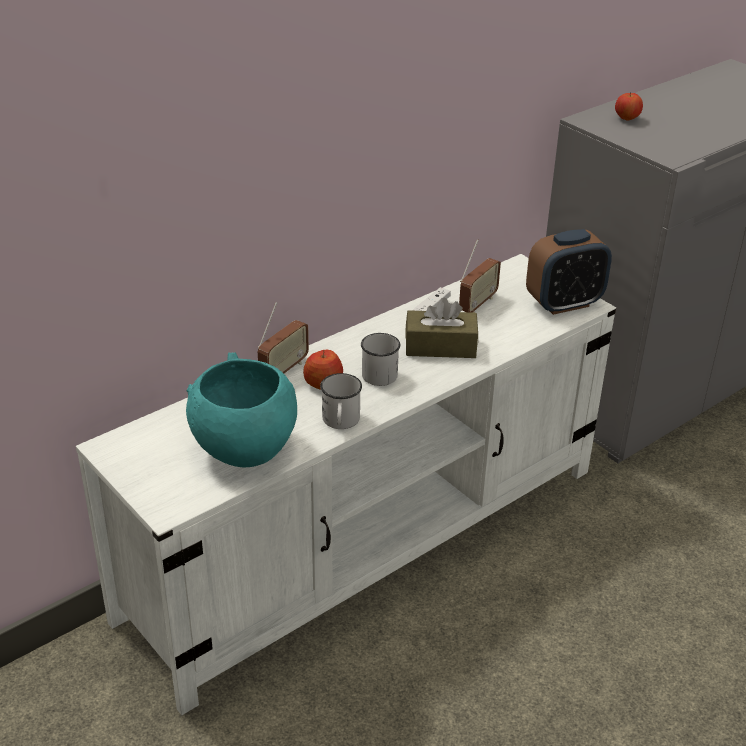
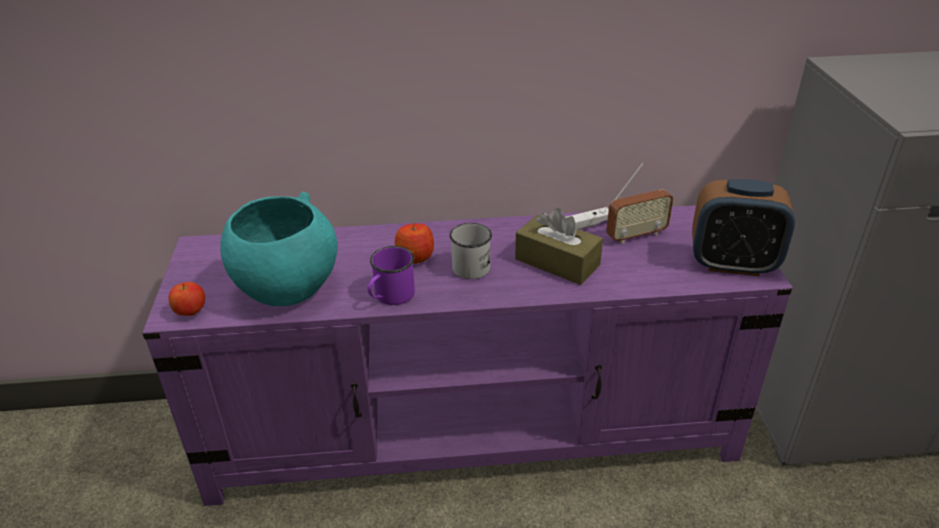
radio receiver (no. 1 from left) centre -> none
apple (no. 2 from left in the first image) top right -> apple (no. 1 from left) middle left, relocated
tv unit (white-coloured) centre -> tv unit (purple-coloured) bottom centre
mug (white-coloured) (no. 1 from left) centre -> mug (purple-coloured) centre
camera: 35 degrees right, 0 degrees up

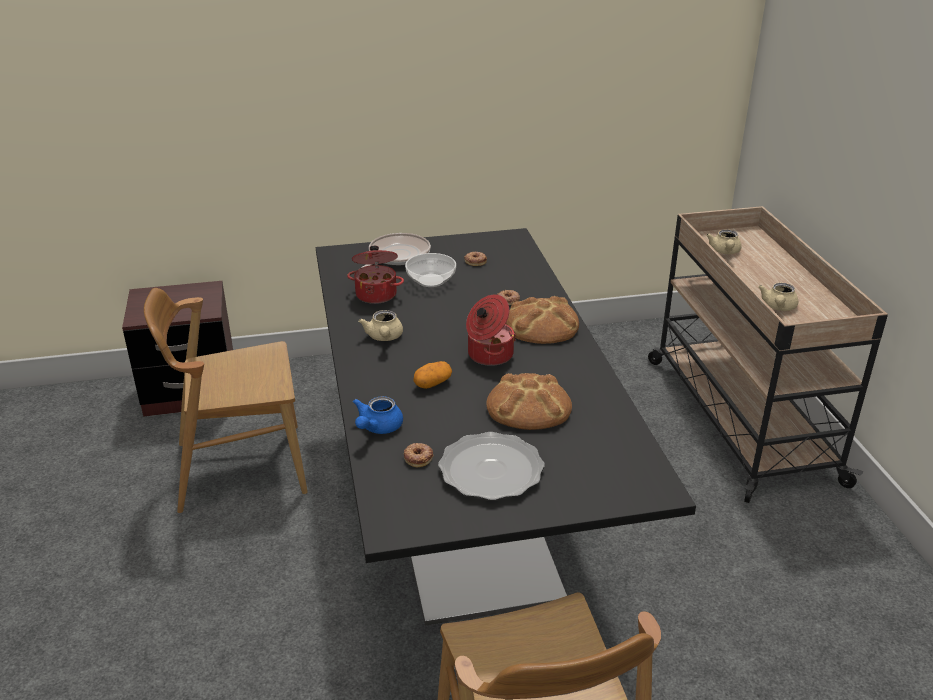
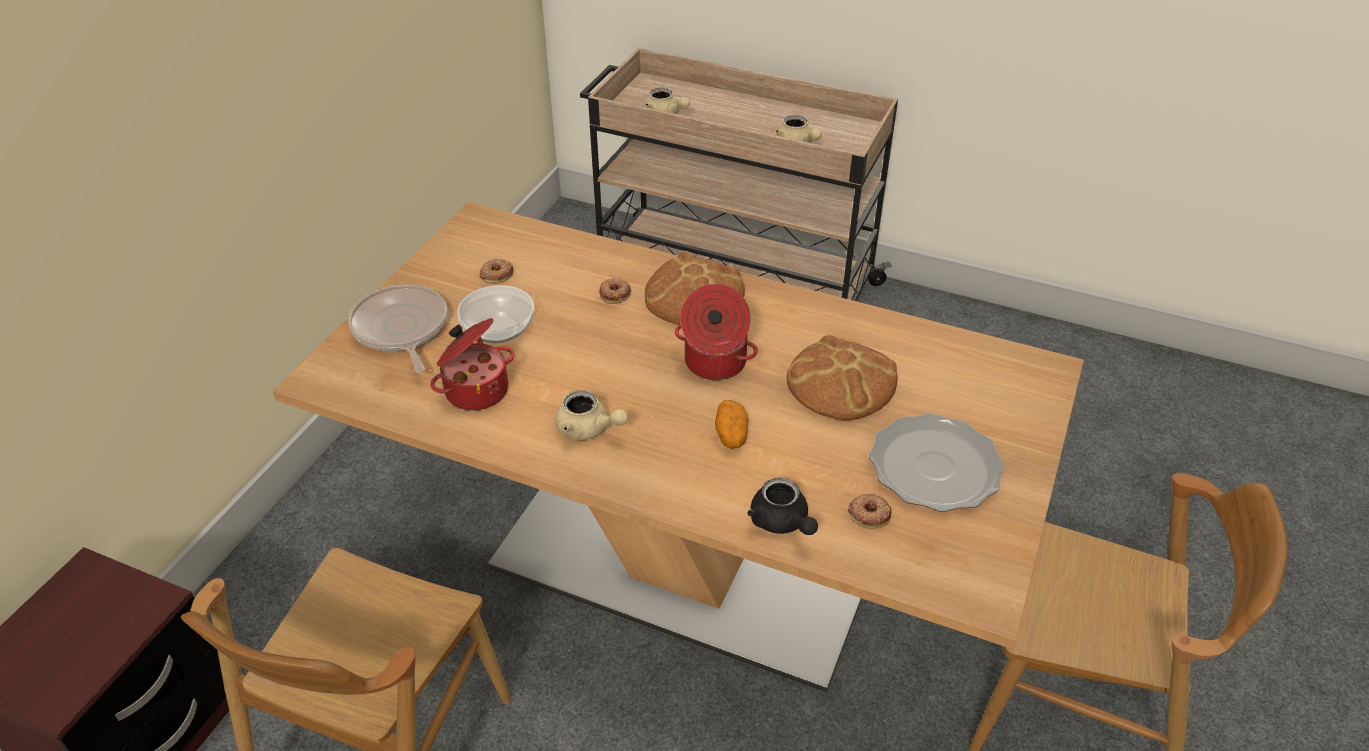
kitchen table (black) centre -> kitchen table (beige-coloured) centre
tea pot (bluish) centre -> tea pot (black) bottom centre
camera: 55 degrees left, 10 degrees up

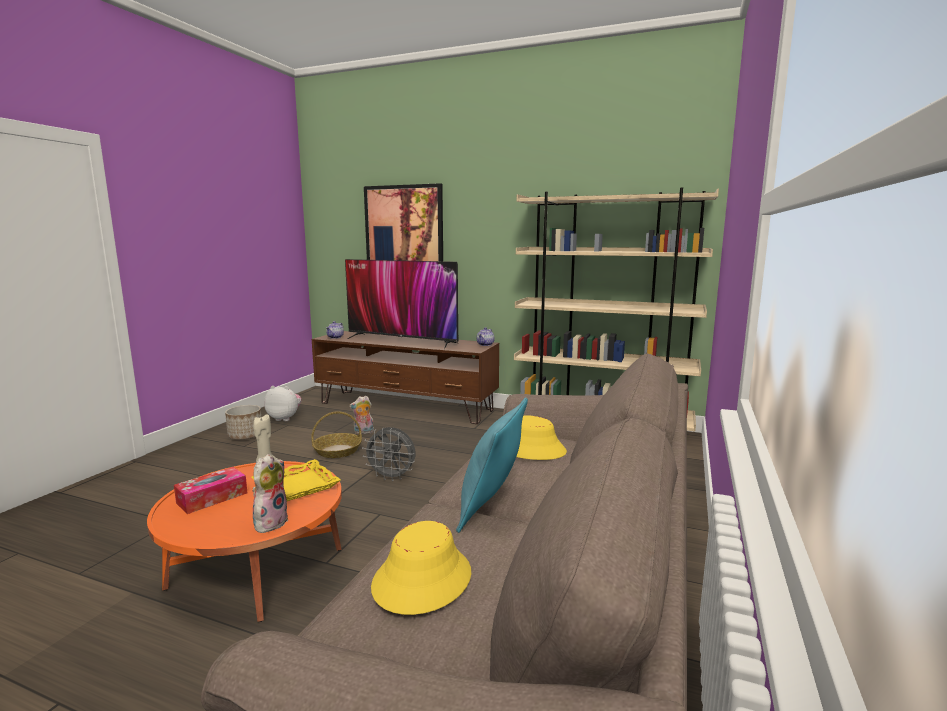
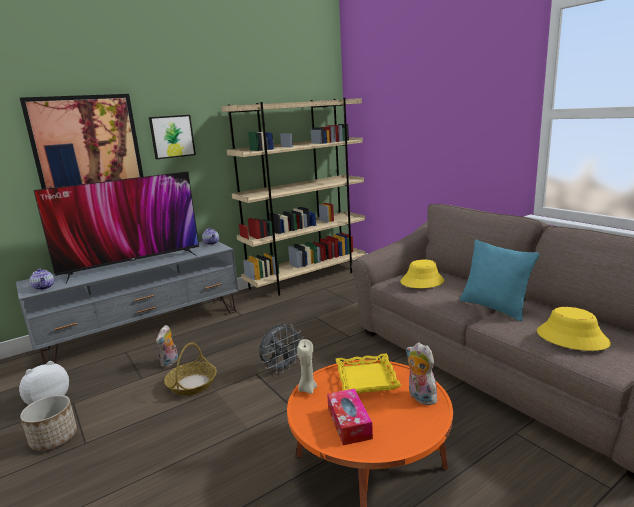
none -> picture (no. 2 from left) top left
tv unit (brownish) centre -> tv unit (grey) middle left
camera: 55 degrees left, 5 degrees up

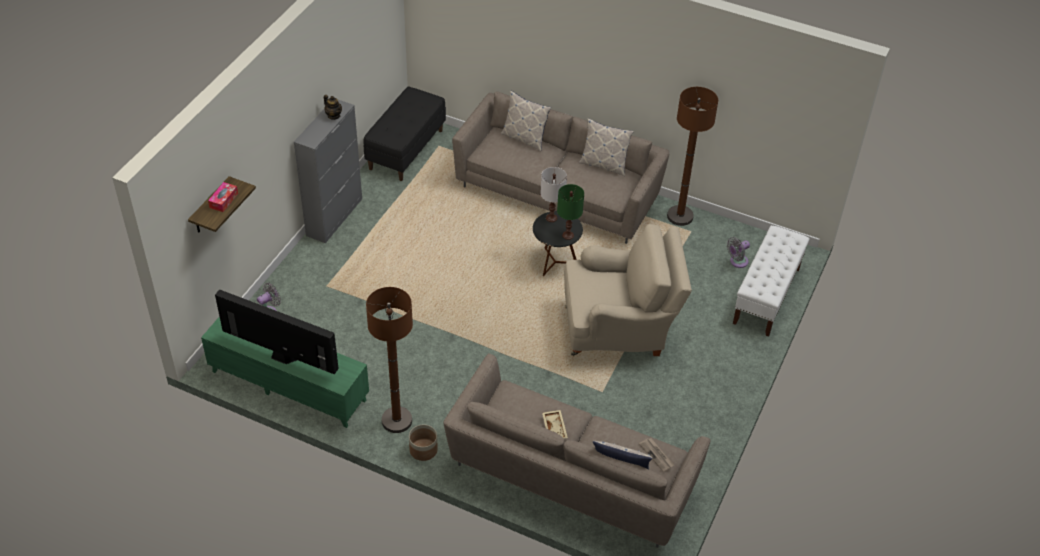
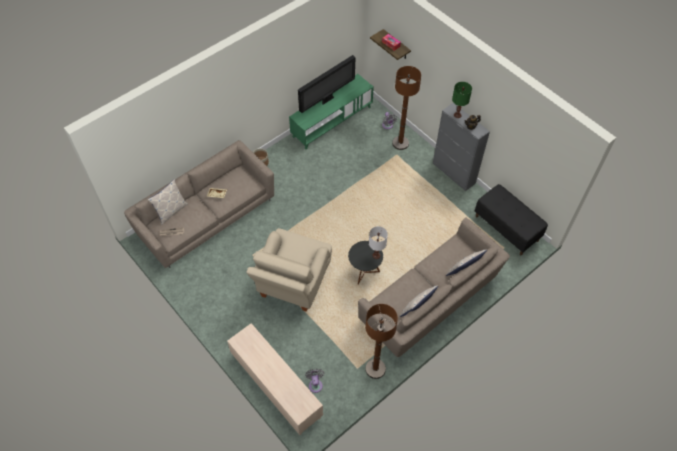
standing lamp (brownish) (no. 1 from left in the first image) centre -> standing lamp (brownish) (no. 2 from left) top centre, relocated
lamp for a table (green-coloured) centre -> lamp for a table (green-coloured) top right, relocated
indoor bench (white-coloured) middle right -> tv unit (beige-coloured) bottom centre
camera: 115 degrees right, 10 degrees up

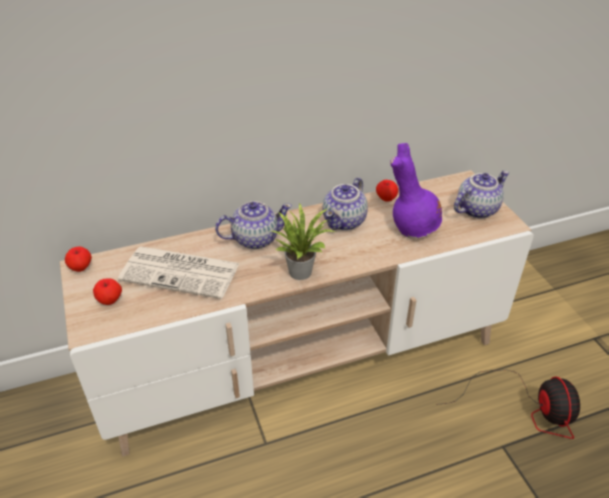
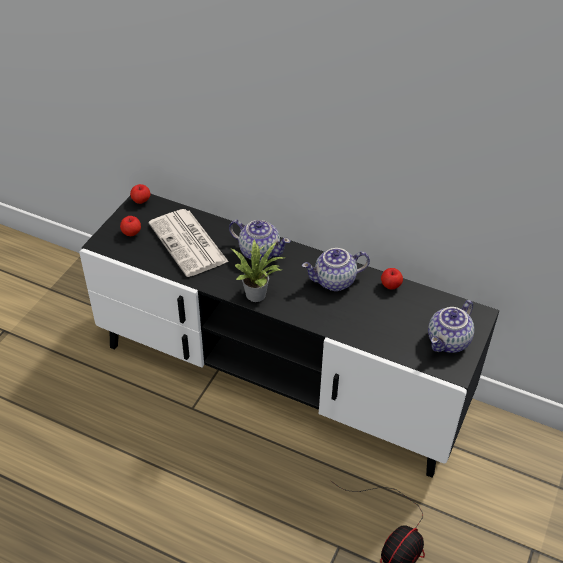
decorative vase (purple-coloured) middle right -> none
tv unit (beige-coloured) centre -> tv unit (black) centre
tea pot (no. 3 from left) middle right, 120 degrees clockwise
camera: 45 degrees right, 5 degrees up

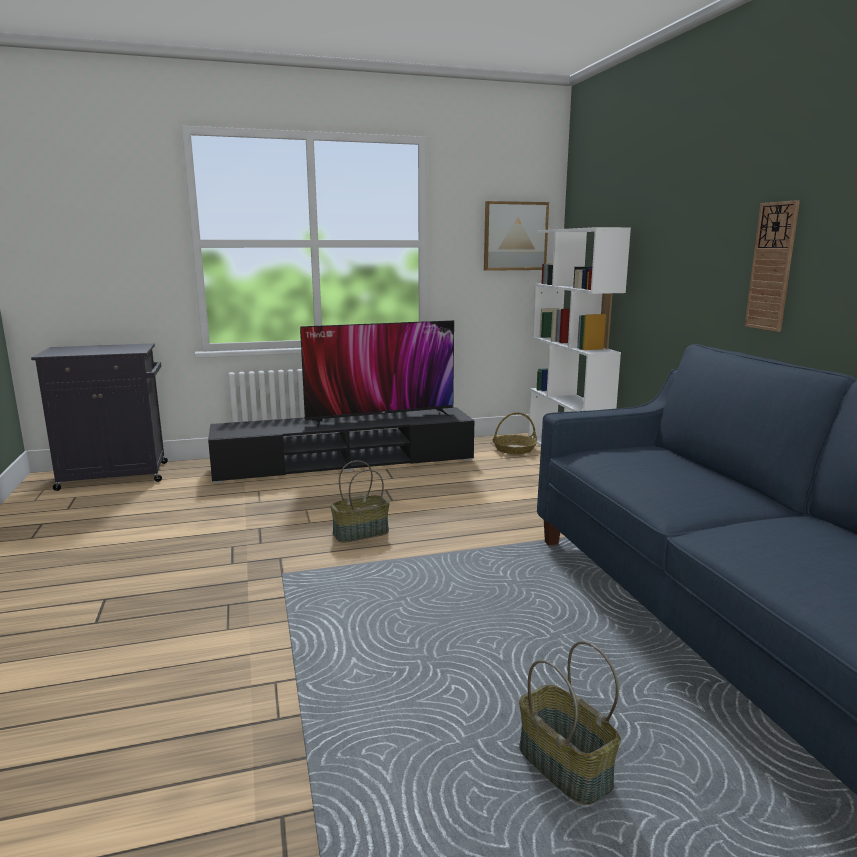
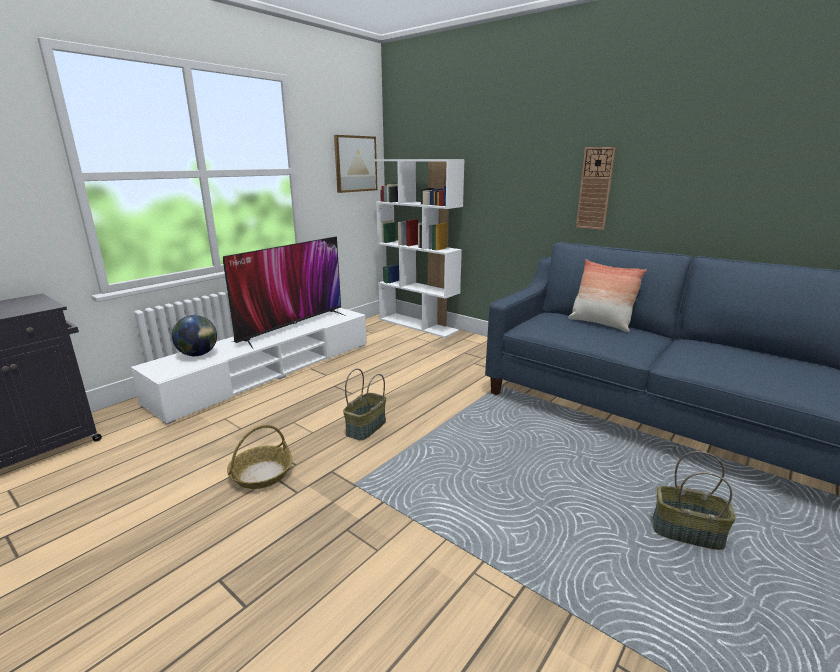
none -> globe middle left
none -> throw pillow middle right
household basket (no. 2 from left in the first image) centre -> household basket (no. 1 from left) bottom left, relocated
tv unit (black) centre -> tv unit (white-coloured) middle left
camera: 35 degrees left, 5 degrees up

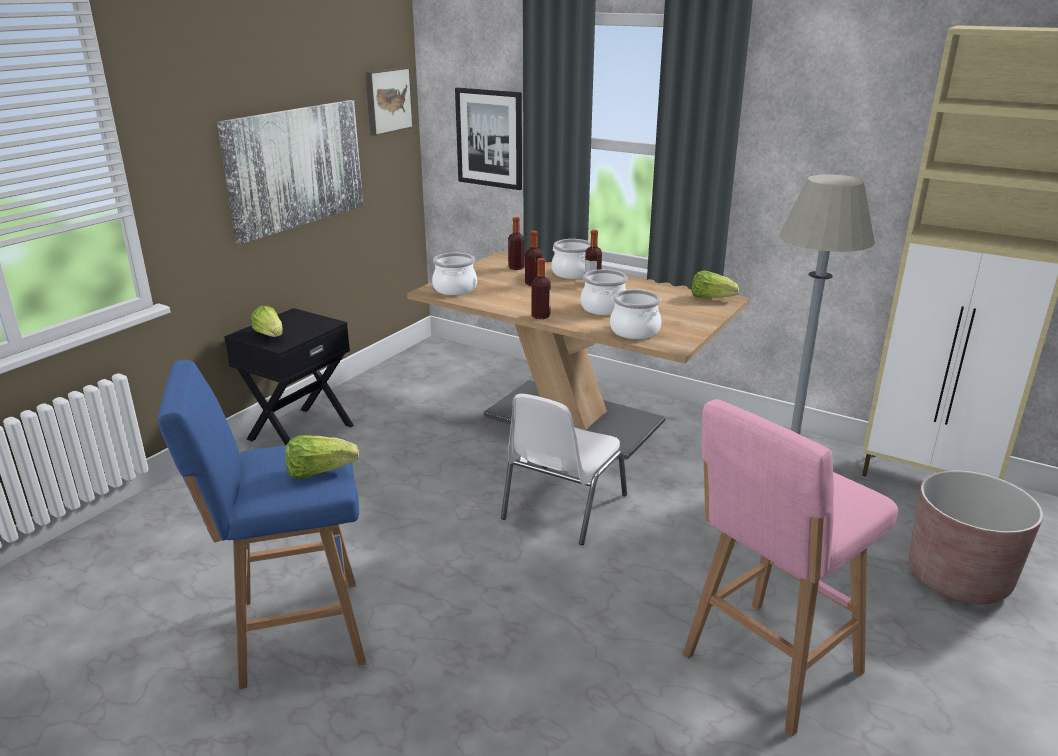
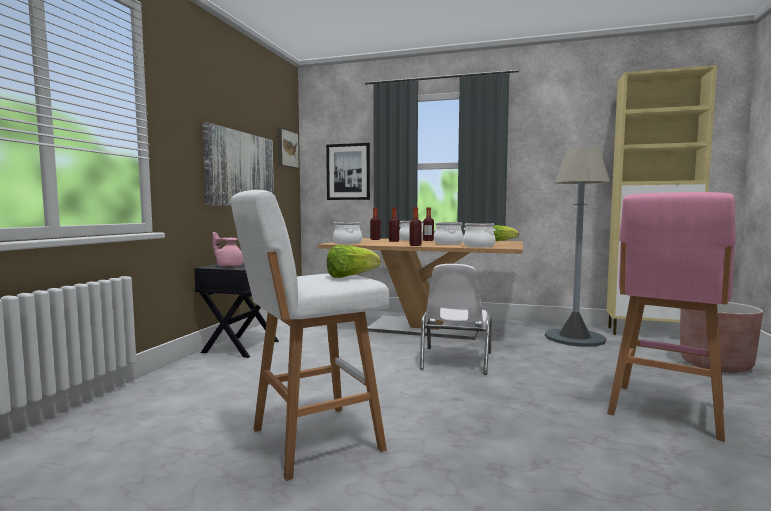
lettuce (no. 1 from left) middle left -> tea pot (pink) middle left
stool seat (bluish) bottom left -> stool seat (white-coloured) centre
camera: 15 degrees left, 20 degrees down

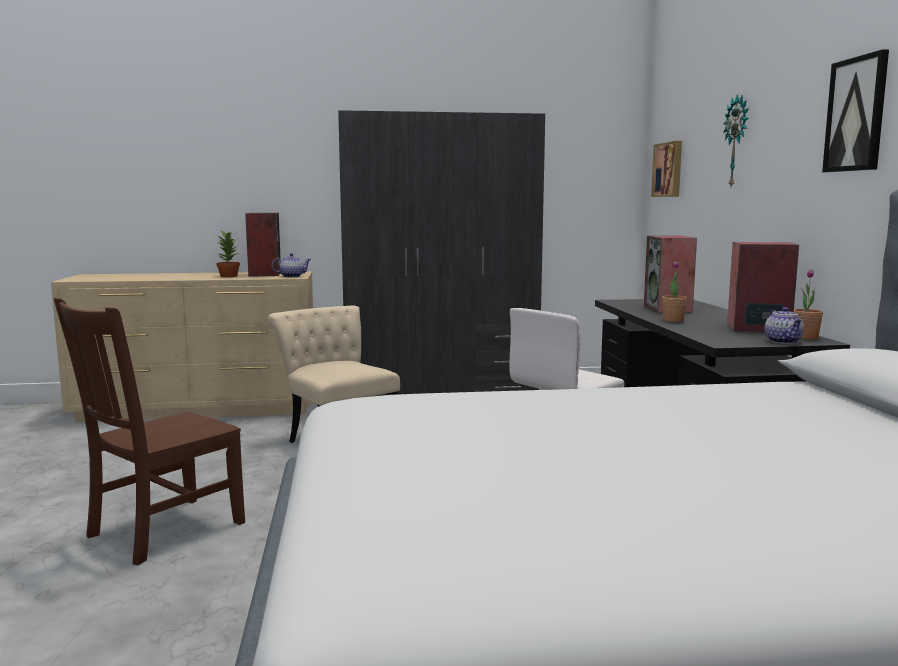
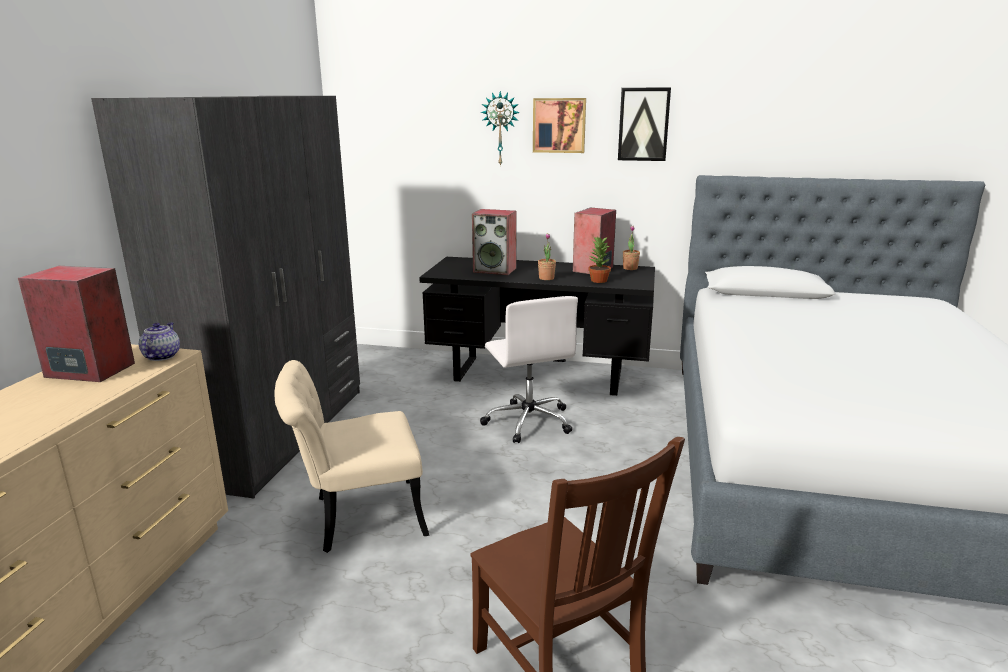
tea pot (no. 2 from left) middle right -> none
potted plant (no. 1 from left in the first image) middle left -> potted plant (no. 2 from left) centre, relocated
picture (no. 1 from left) top right -> picture (no. 1 from left) top centre, relocated
camera: 70 degrees left, 10 degrees up

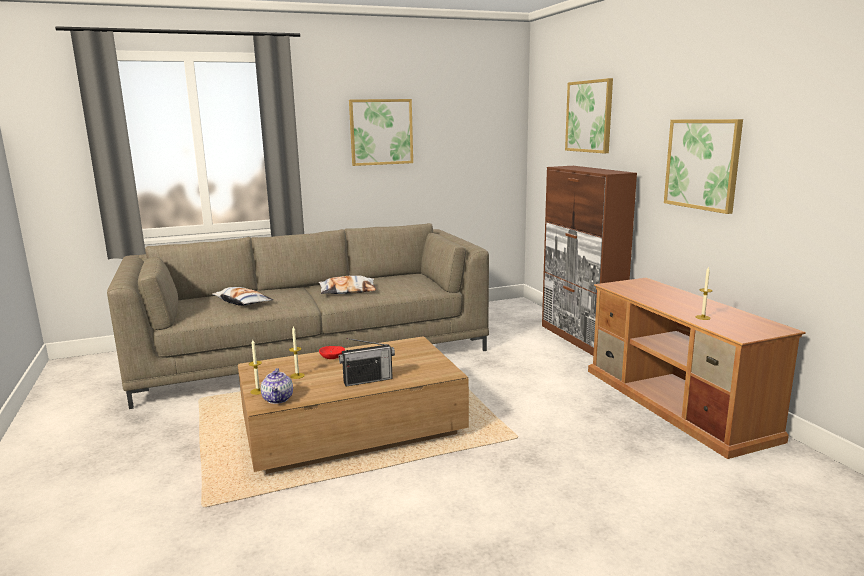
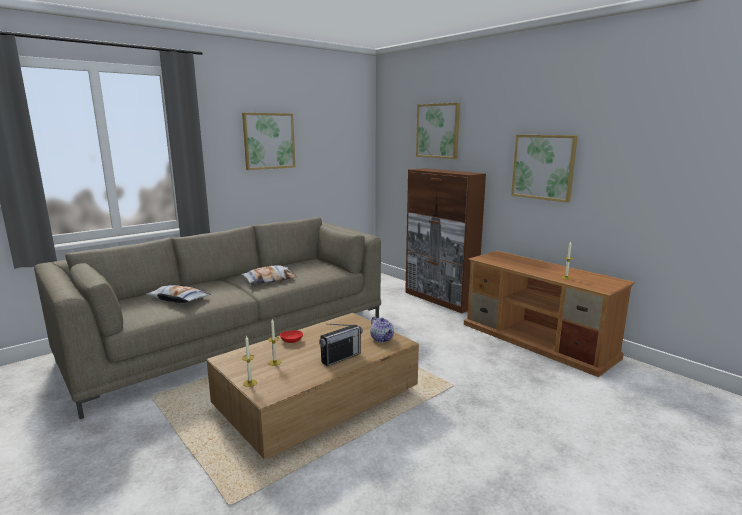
tea pot bottom left -> tea pot centre, relocated
camera: 20 degrees left, 0 degrees up

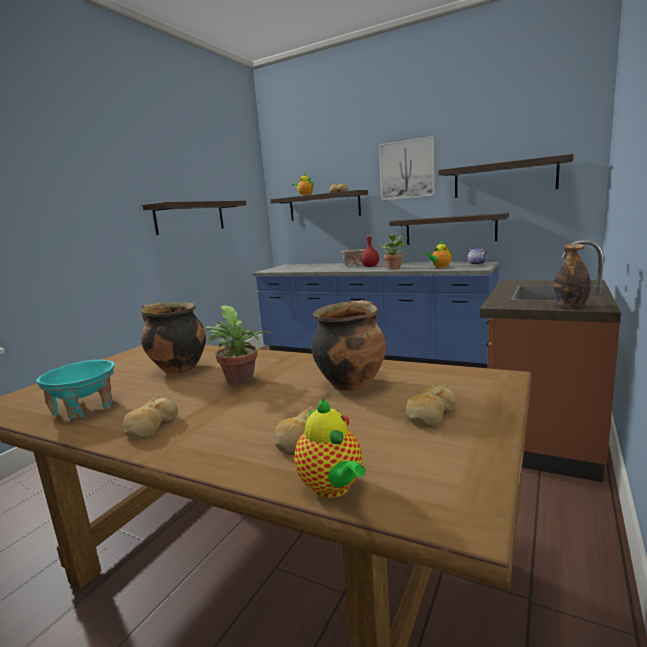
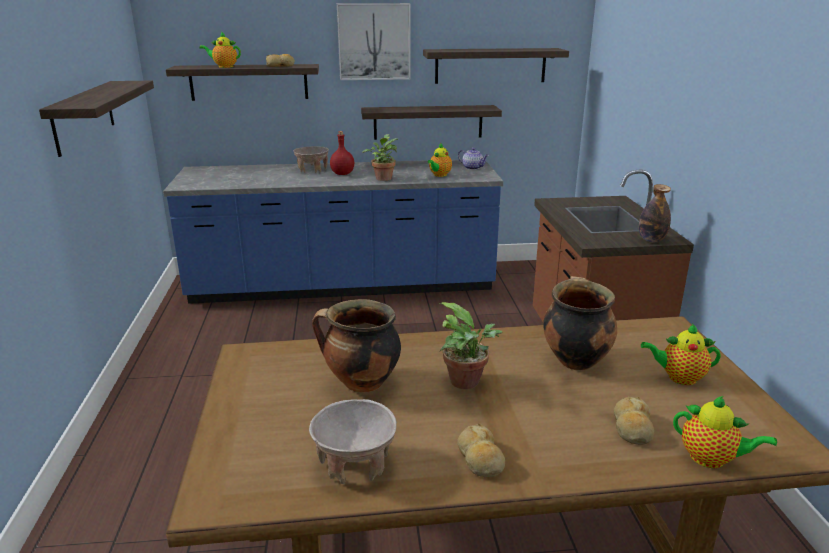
baked bread (no. 4 from left) centre -> tea pot (no. 4 from left) middle right
deep dish (turquoise) middle left -> deep dish (beige-coloured) (no. 2 from left) bottom centre
camera: 35 degrees left, 10 degrees up

